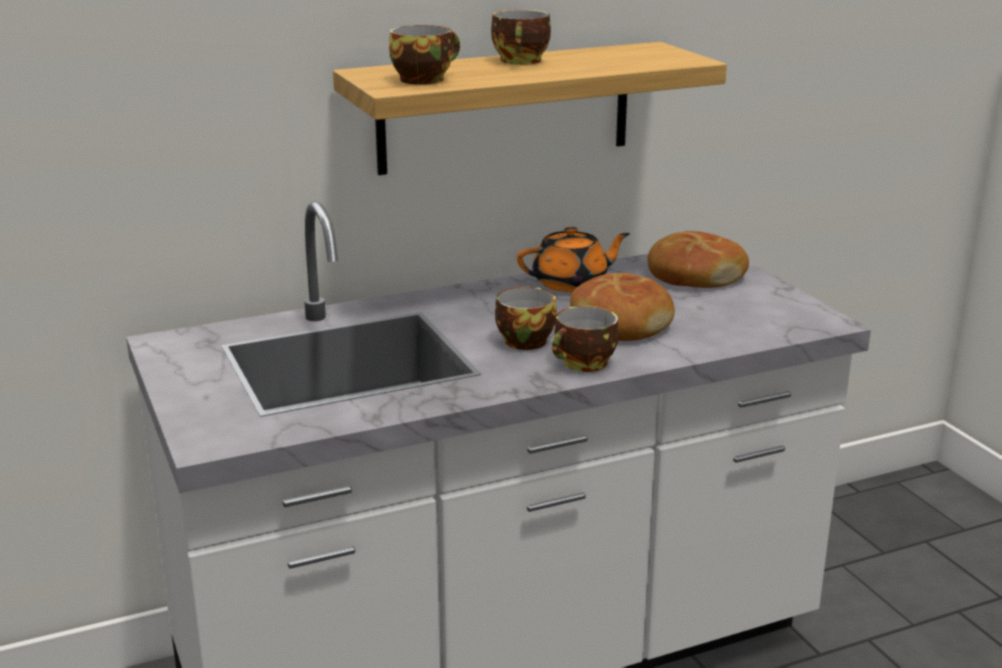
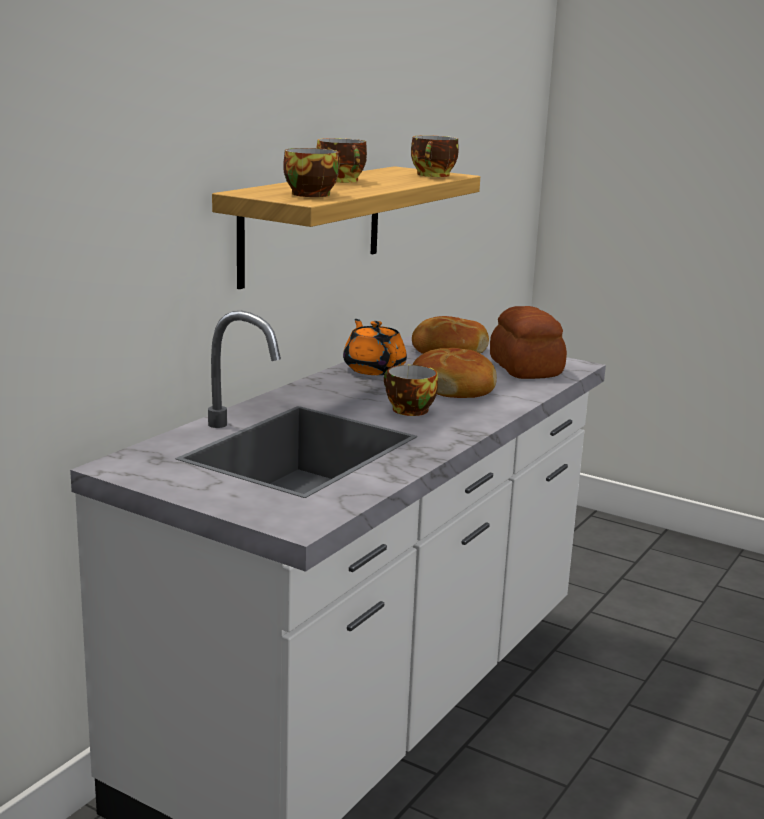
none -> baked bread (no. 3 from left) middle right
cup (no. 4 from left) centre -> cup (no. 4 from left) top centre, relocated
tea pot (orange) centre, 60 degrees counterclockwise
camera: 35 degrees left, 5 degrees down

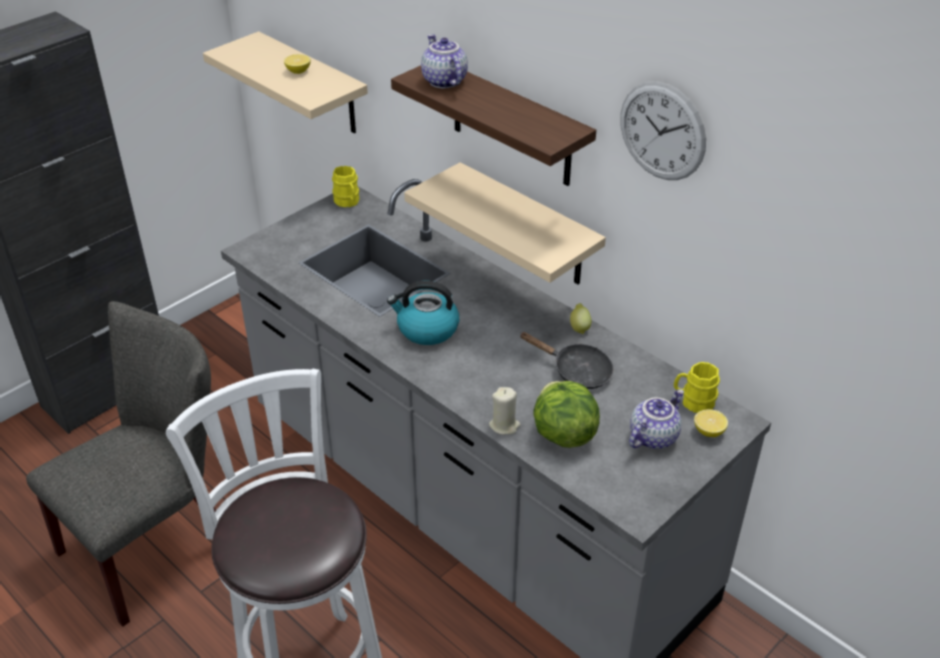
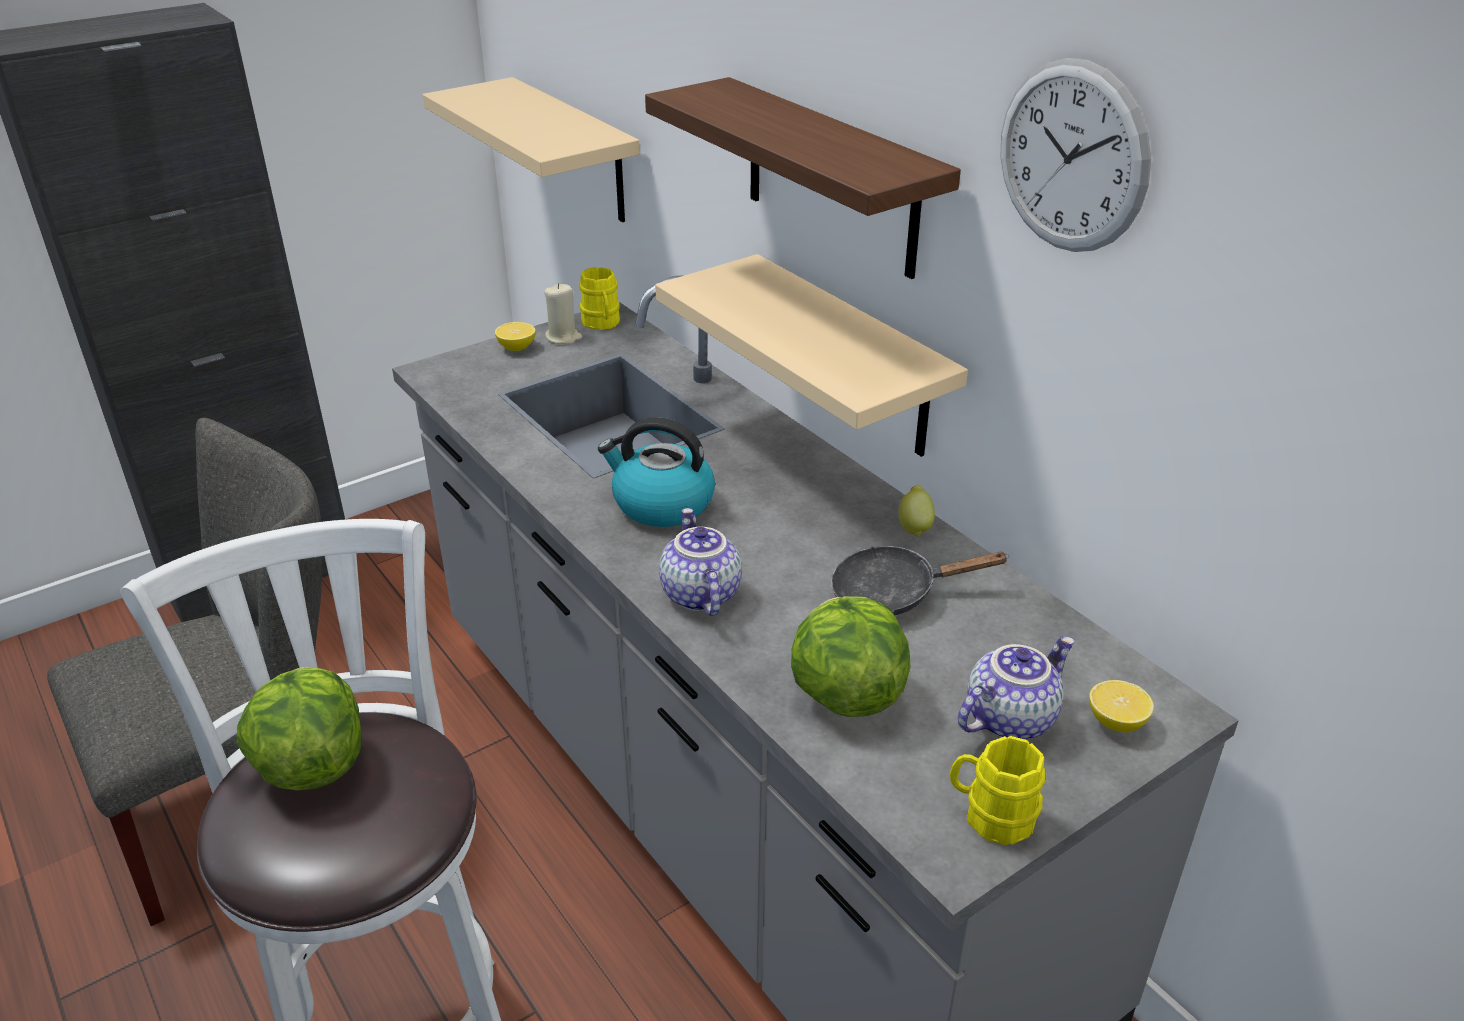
none -> lettuce (no. 1 from left) bottom left
citrus fruit (no. 1 from left) top left -> citrus fruit (no. 1 from left) top centre, relocated
tea pot (no. 1 from left) top centre -> tea pot (no. 1 from left) centre, relocated
wax candle (beige-coloured) centre -> wax candle (beige-coloured) top centre, relocated
mug (yellowish) (no. 2 from left) middle right -> mug (yellowish) (no. 2 from left) bottom right, relocated
pan (black) centre, 135 degrees clockwise
camera: 10 degrees right, 5 degrees down

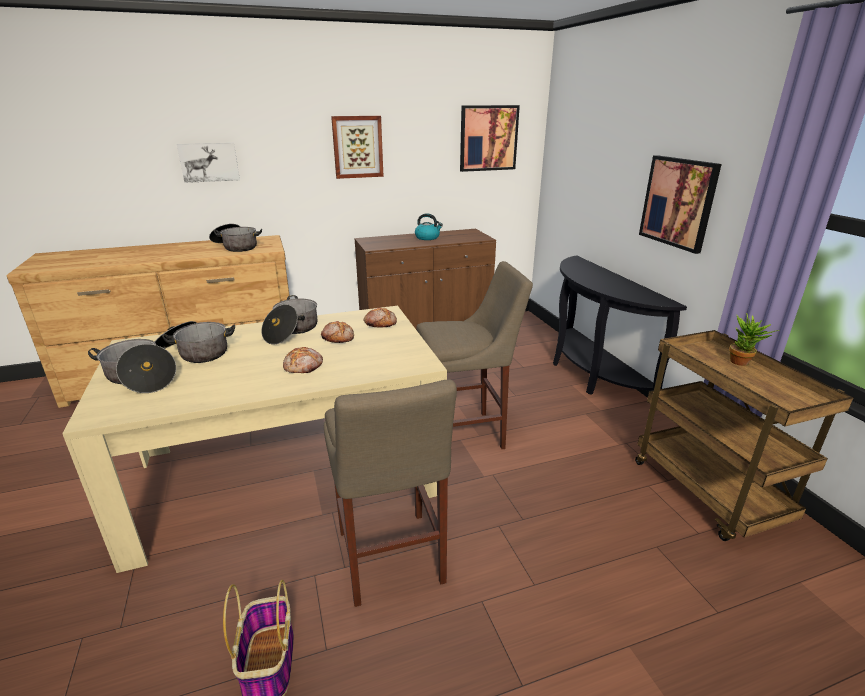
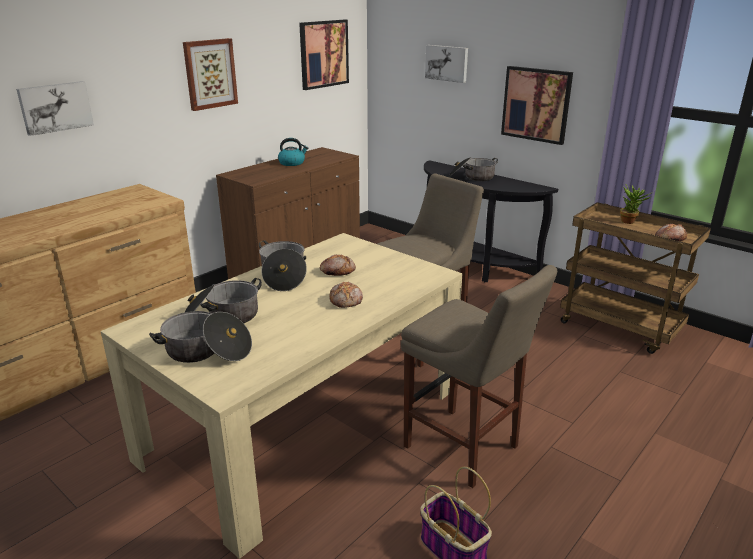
none -> picture (no. 4 from left) top centre
cooking pot (no. 3 from left in the first image) middle left -> cooking pot (no. 4 from left) top centre, relocated
baked bread (no. 3 from left) centre -> baked bread (no. 3 from left) middle right, relocated
camera: 30 degrees left, 0 degrees up

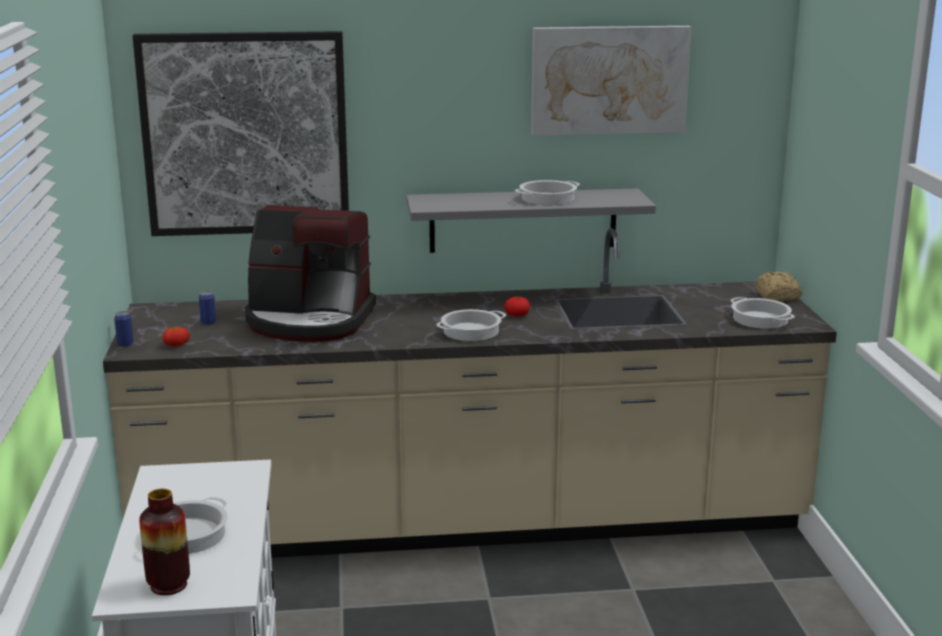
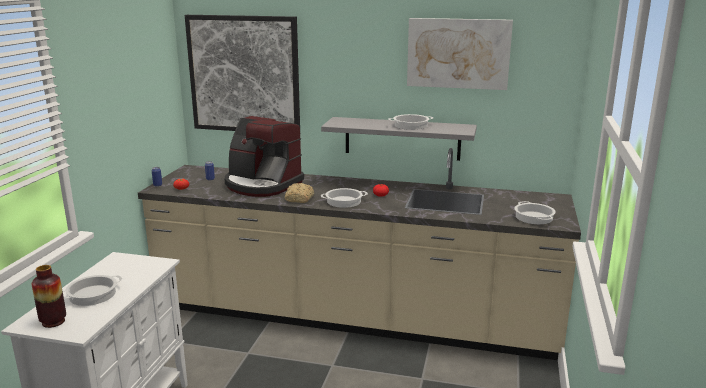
baked bread middle right -> baked bread centre, relocated
camera: 20 degrees right, 0 degrees up

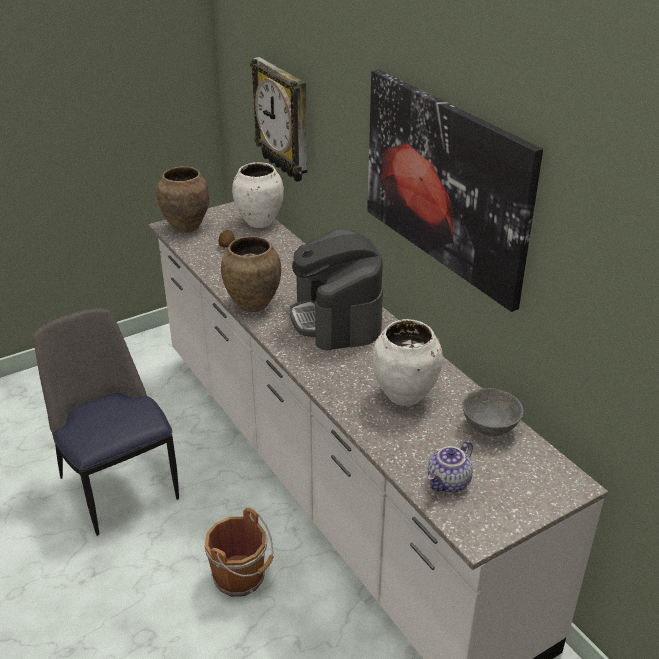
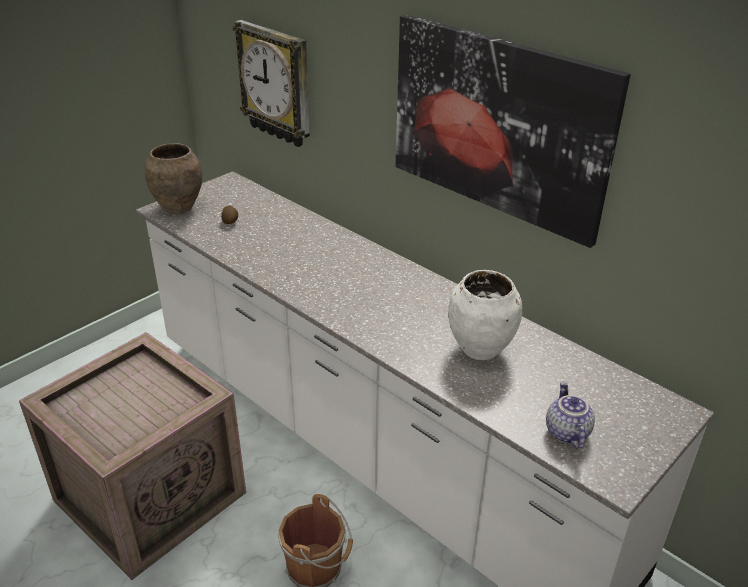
decorative vase (brownish) (no. 2 from left) centre -> none
decorative vase (white-coloured) (no. 1 from left) top centre -> none
coffee maker centre -> none
deep dish (grey) middle right -> none
plain chair middle left -> shipping crate bottom left
tea pot bottom right, 150 degrees clockwise
camera: 15 degrees left, 0 degrees up

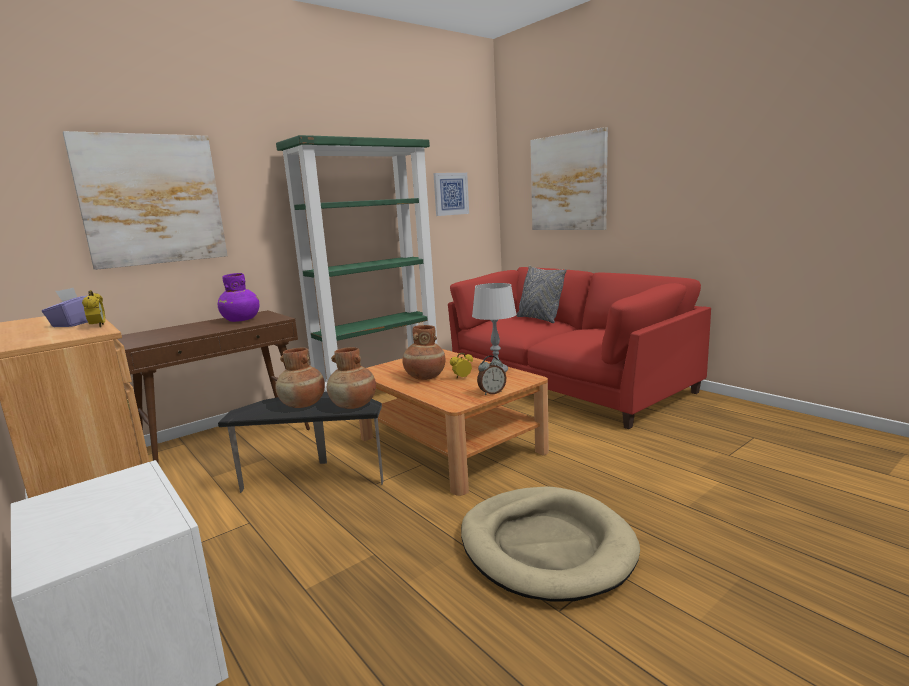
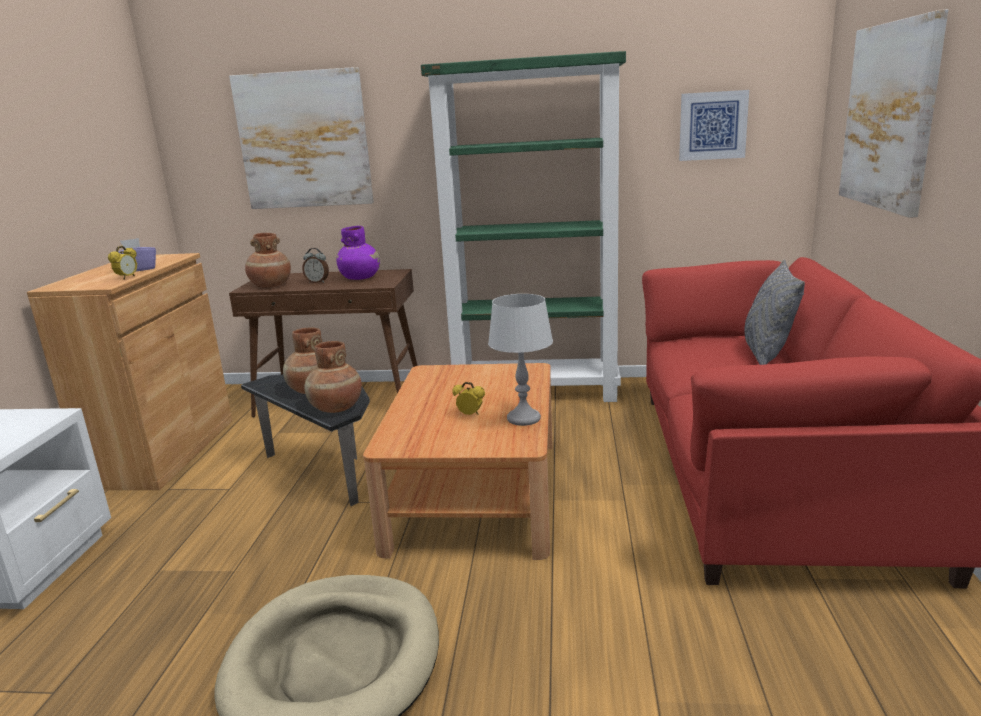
decorative vase (brownish) (no. 3 from left in the first image) centre -> decorative vase (brownish) (no. 1 from left) middle left, relocated
bedside clock (no. 3 from left in the first image) centre -> bedside clock (no. 2 from left) middle left, relocated
camera: 45 degrees right, 5 degrees up

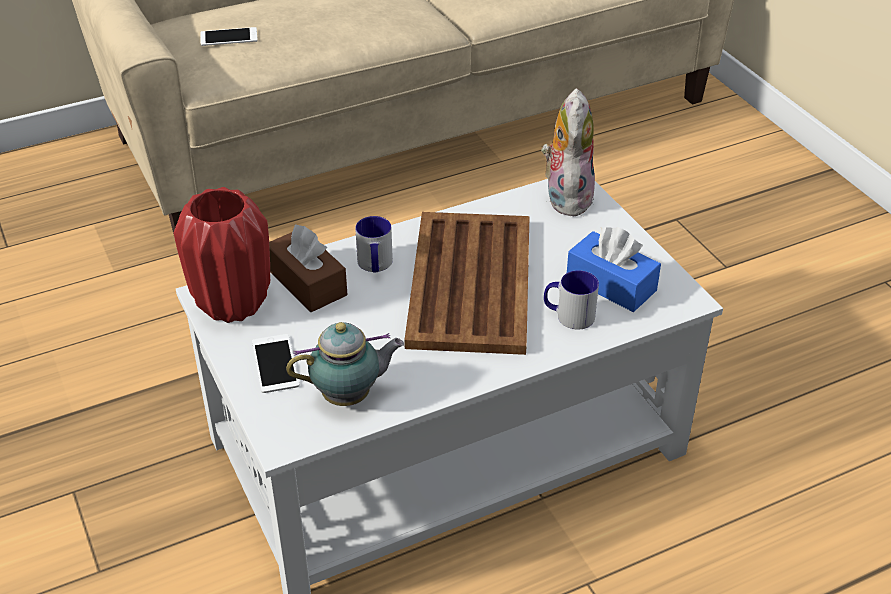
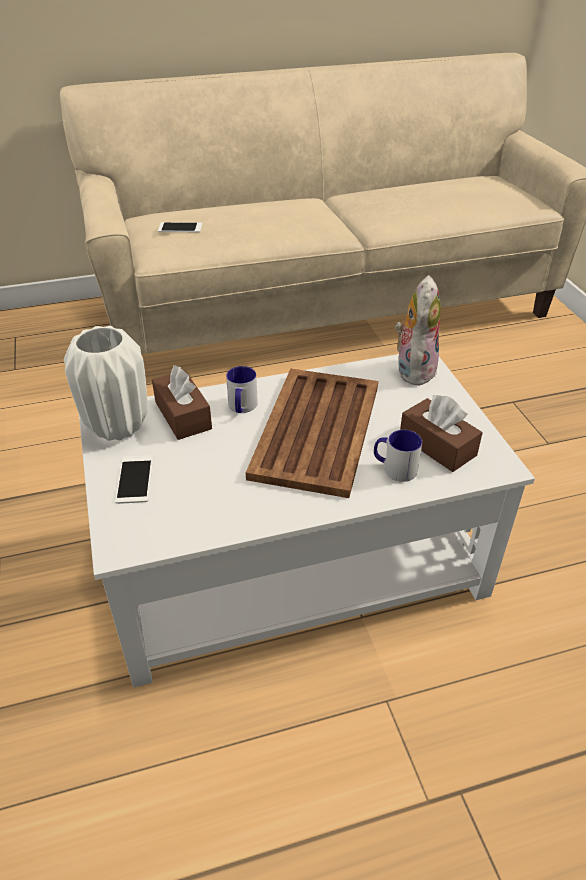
tea pot centre -> none
decorative vase (red) middle left -> decorative vase (white-coloured) middle left
box of tissues (bluish) middle right -> box of tissues (brownish) (no. 2 from left) middle right
camera: 10 degrees right, 0 degrees up

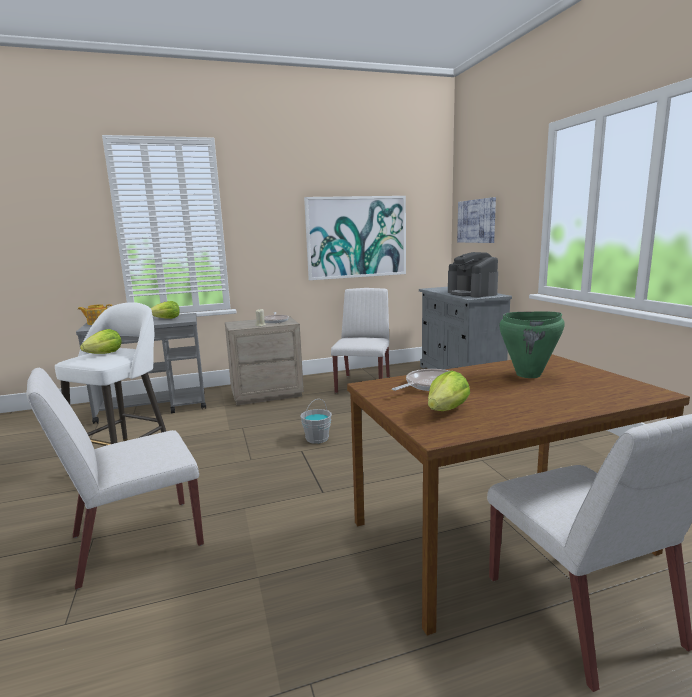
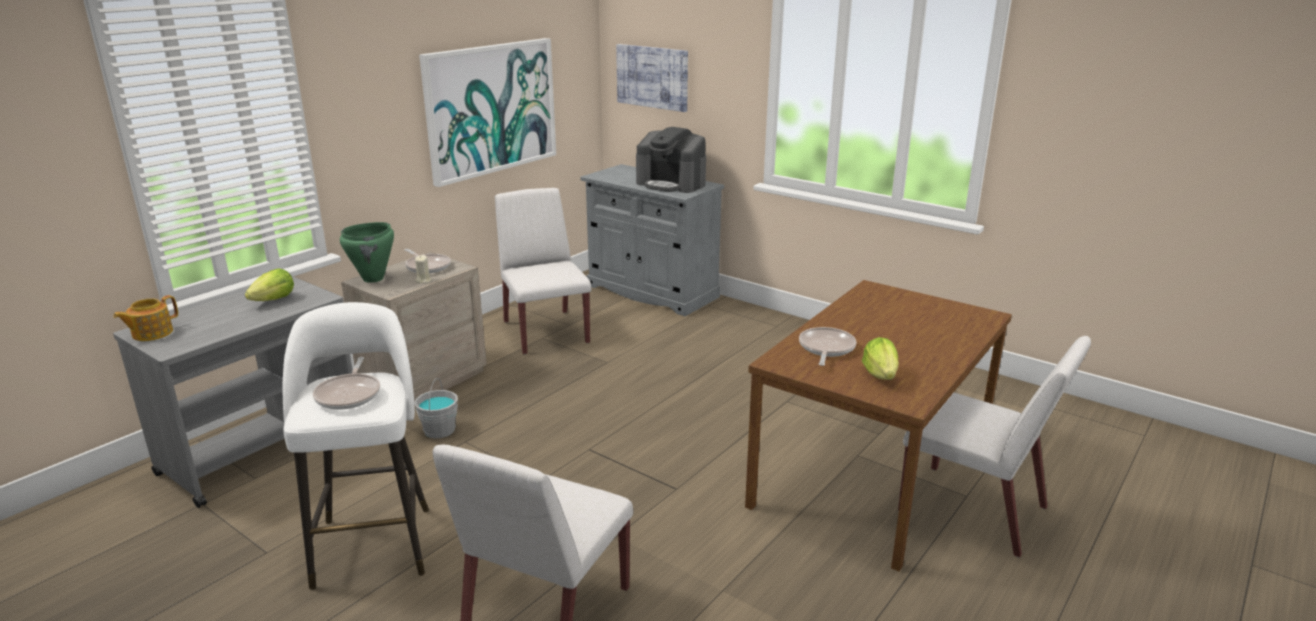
pail (grey) centre -> pail (grey) middle left, relocated
cooking pot (green-coloured) middle right -> cooking pot (green-coloured) middle left, relocated
lettuce (no. 1 from left) middle left -> pan (no. 1 from left) middle left
camera: 35 degrees left, 10 degrees up

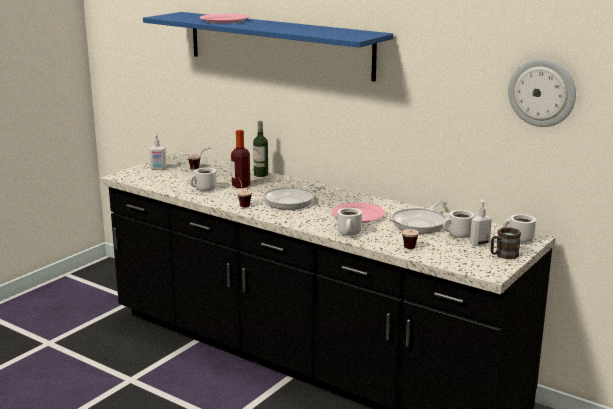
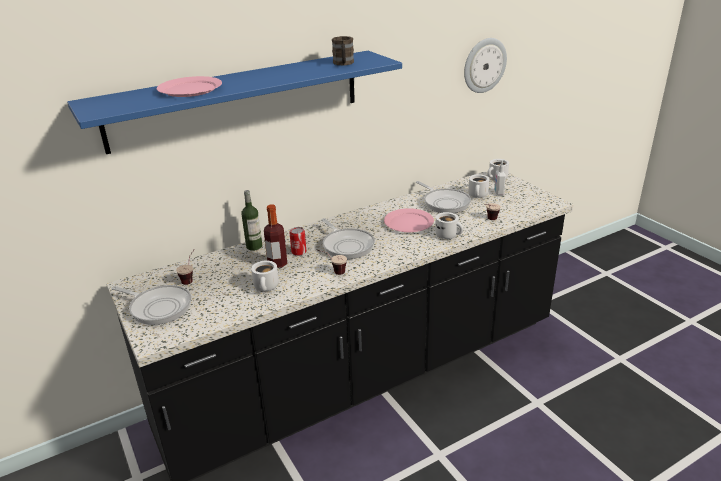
none -> can centre
mug (brownish) middle right -> mug (brownish) top centre, relocated
soap dispenser (no. 1 from left) middle left -> pan (no. 1 from left) middle left
camera: 65 degrees left, 10 degrees up

